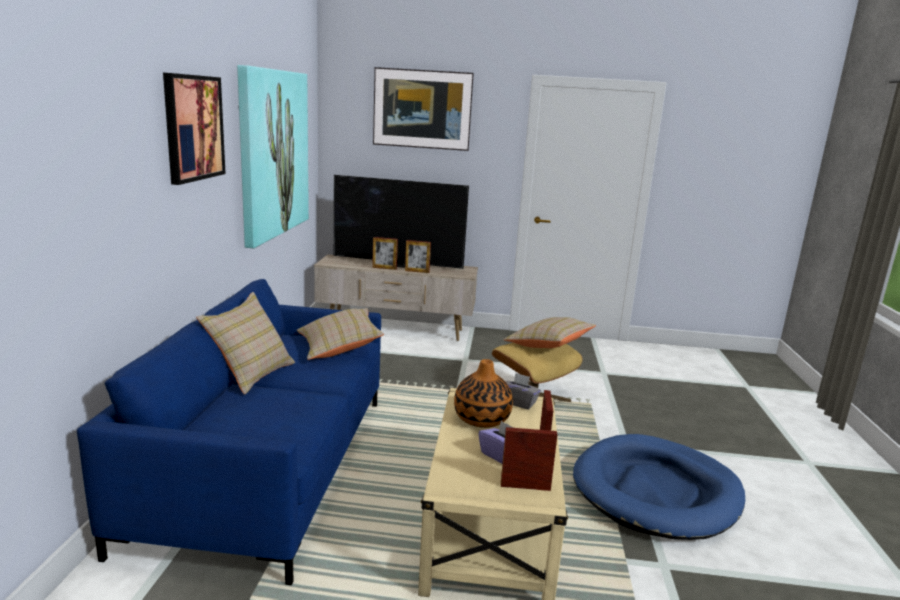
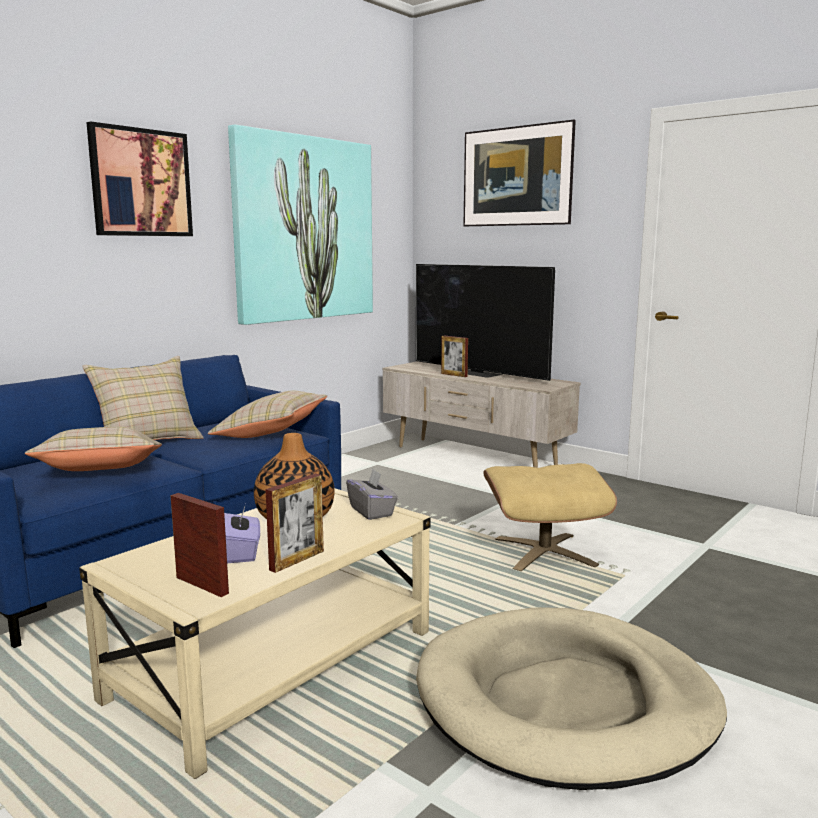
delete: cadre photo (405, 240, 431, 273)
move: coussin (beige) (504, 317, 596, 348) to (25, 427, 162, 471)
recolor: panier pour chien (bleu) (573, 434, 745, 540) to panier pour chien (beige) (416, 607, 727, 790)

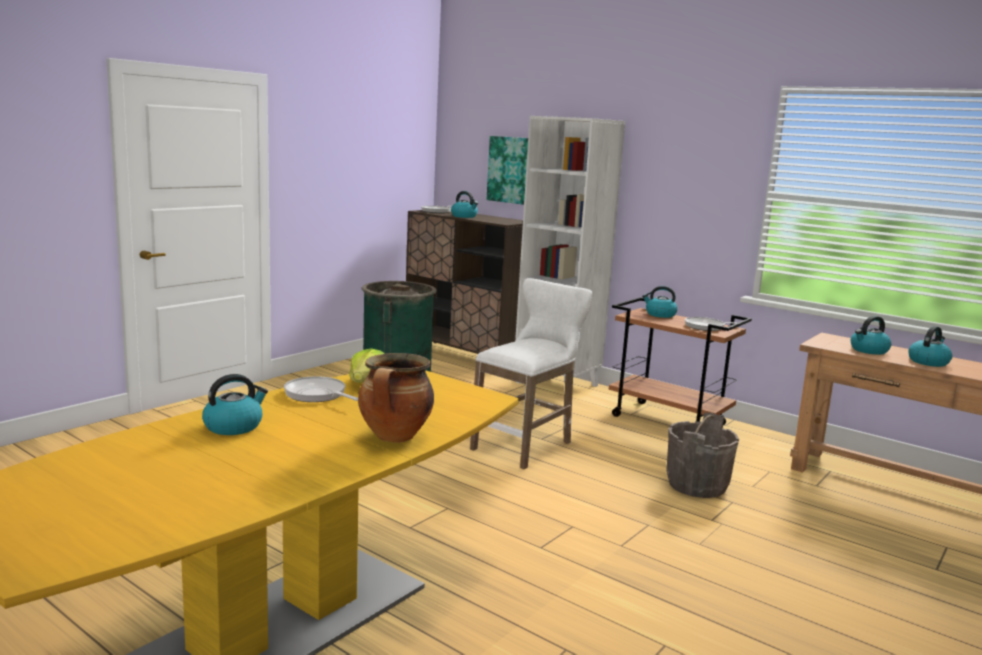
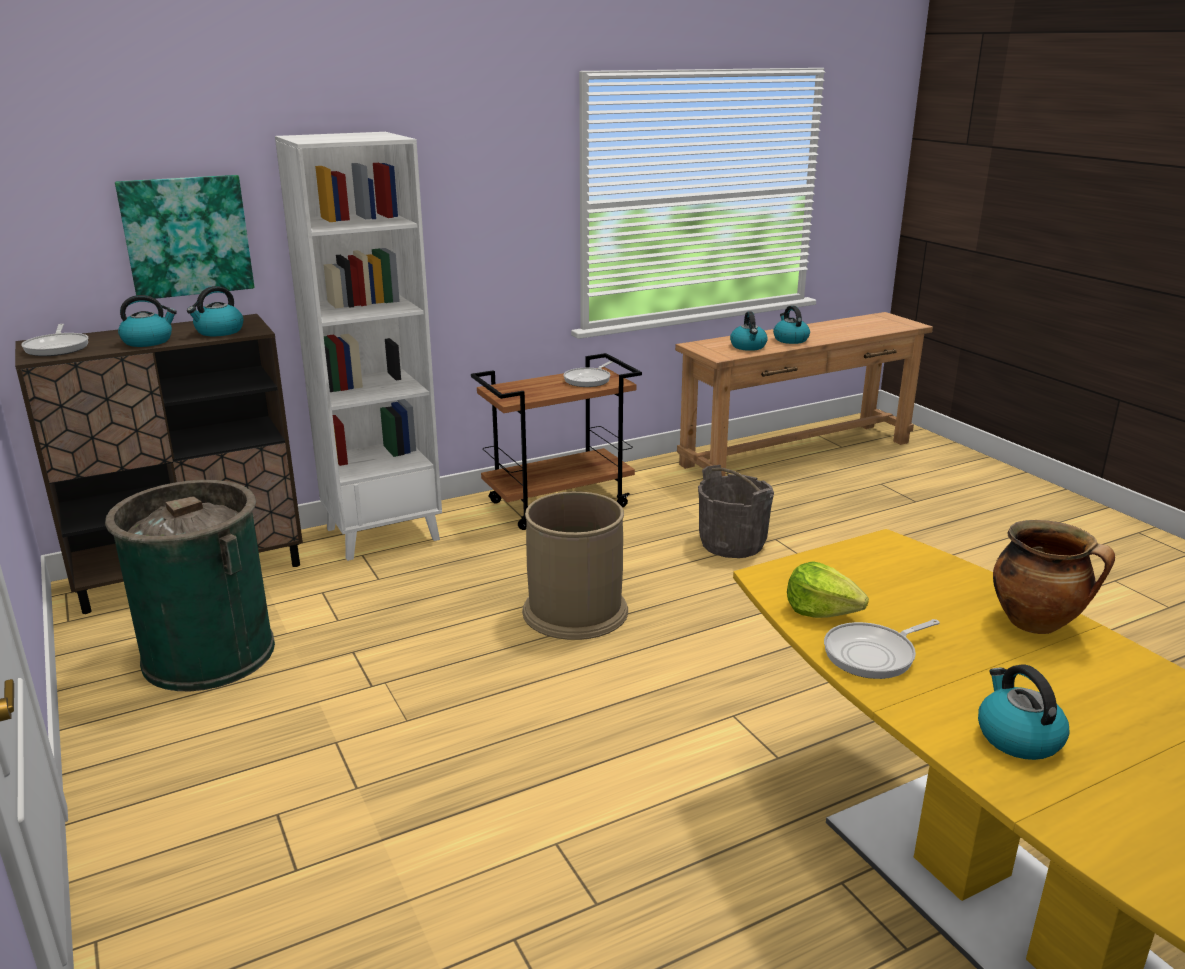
move: bouilloire (642, 286, 678, 318) to (187, 286, 243, 336)
replace: tabouret (blanc) (470, 278, 593, 469) to poubelle (marron) (522, 491, 628, 640)

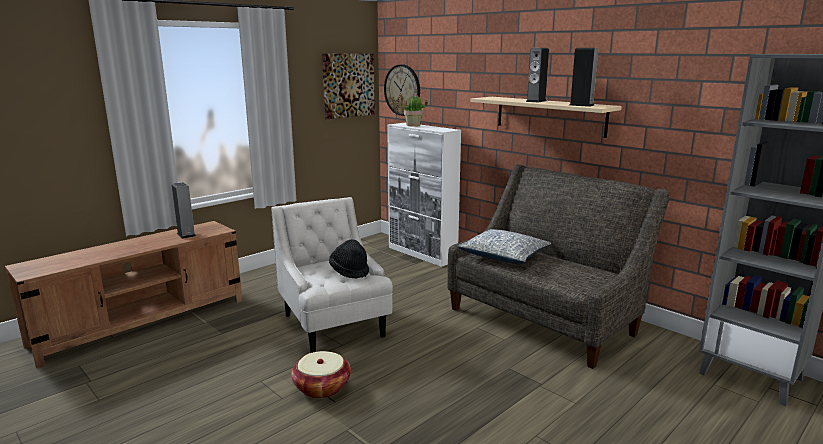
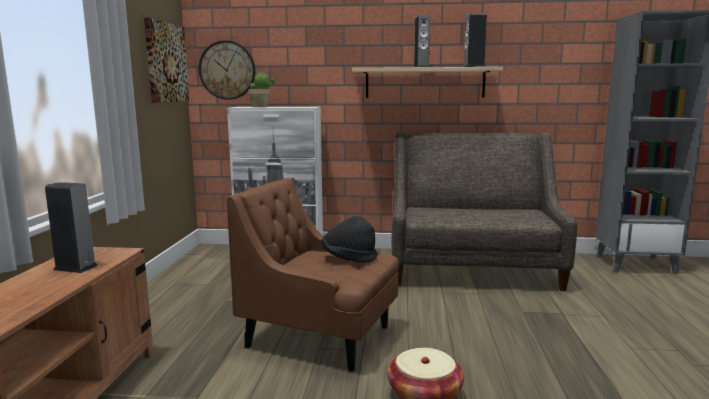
delete: coussin (458, 229, 551, 264)
recolor: fauteuil (blanc) (271, 197, 393, 353) to fauteuil (marron) (227, 178, 399, 372)

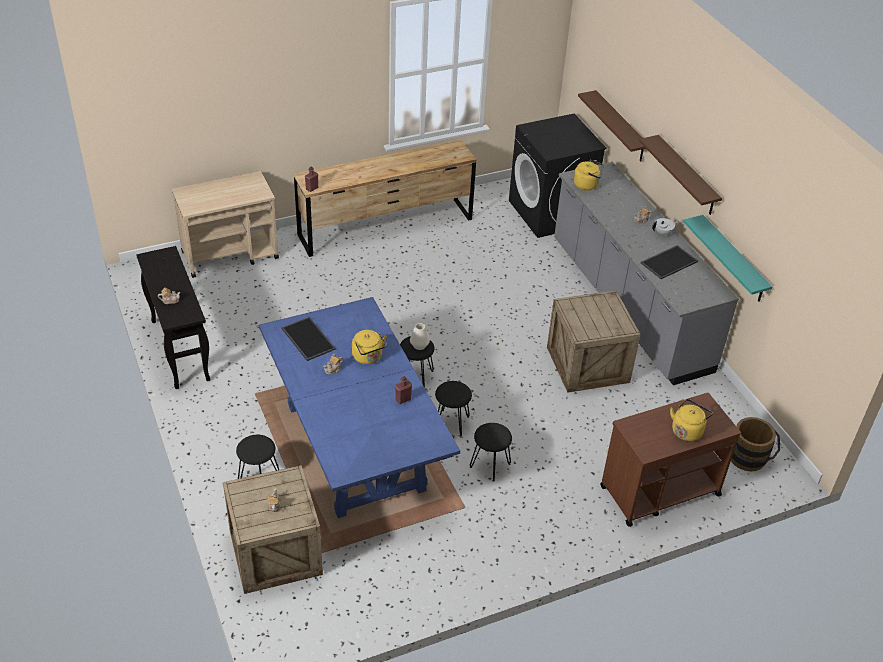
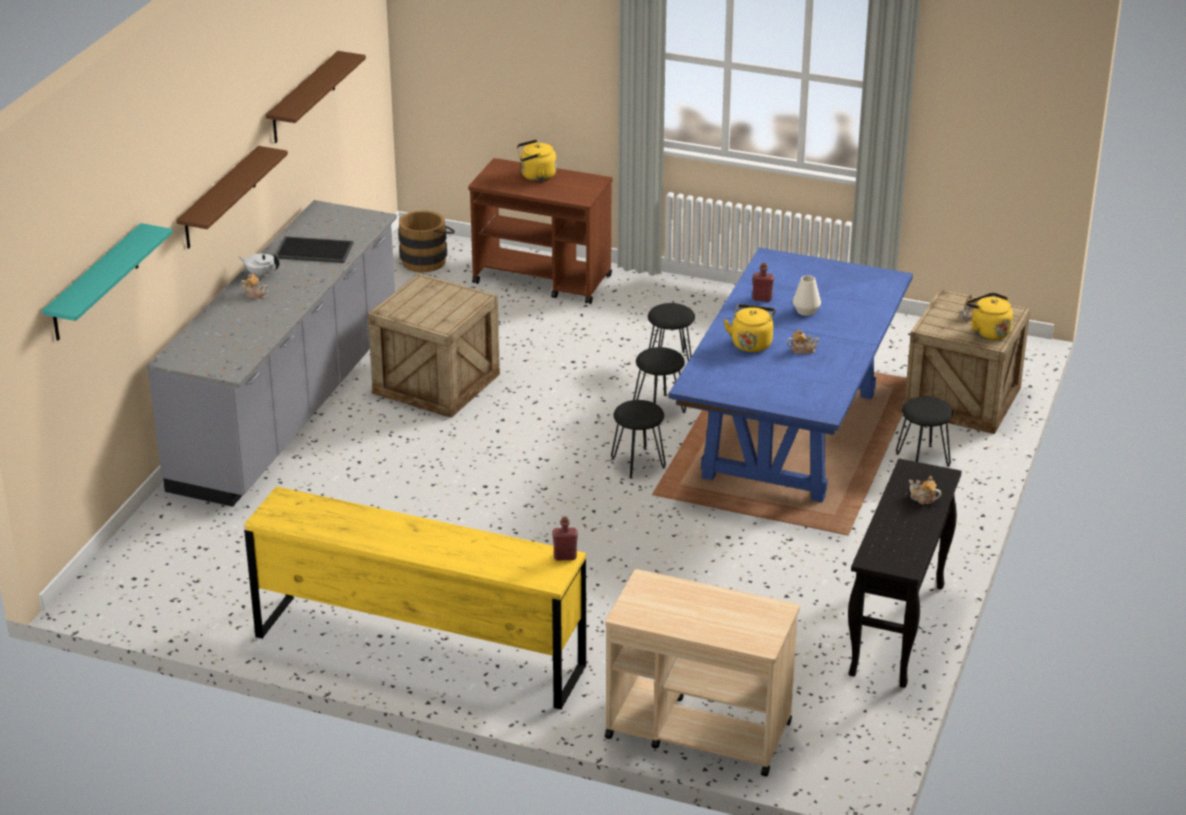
delete: plateau (281, 317, 336, 361); lave-linge (noir) (509, 113, 607, 238)
move: vase (blanc) (410, 323, 430, 350) to (793, 275, 821, 316); bouilloire (jaune) (573, 160, 604, 190) to (966, 293, 1013, 340); étagère (marron) (578, 90, 646, 162) to (266, 51, 366, 143); étagère (turquoise) (683, 215, 773, 302) to (42, 223, 173, 341)
recolor: commode (marron) (294, 140, 476, 257) to commode (jaune) (244, 486, 586, 710)

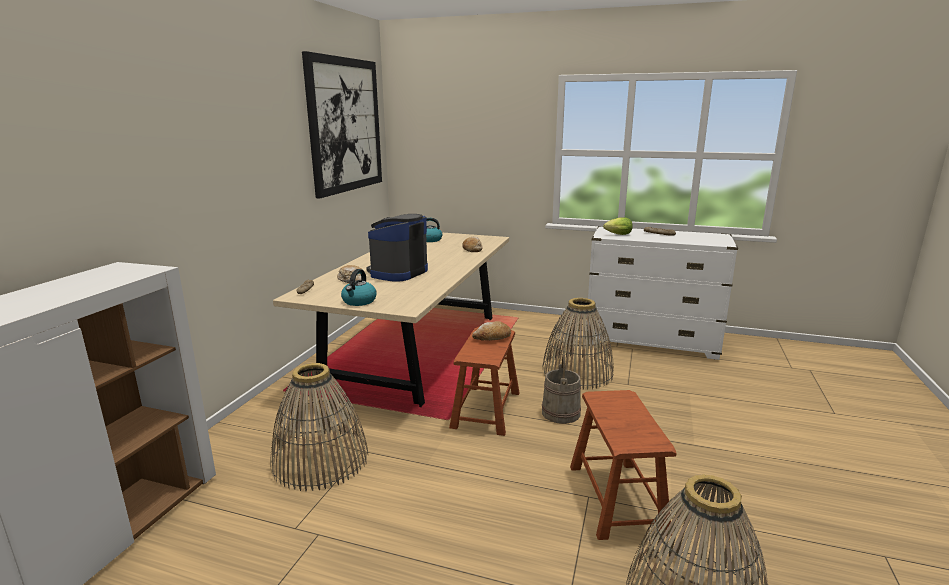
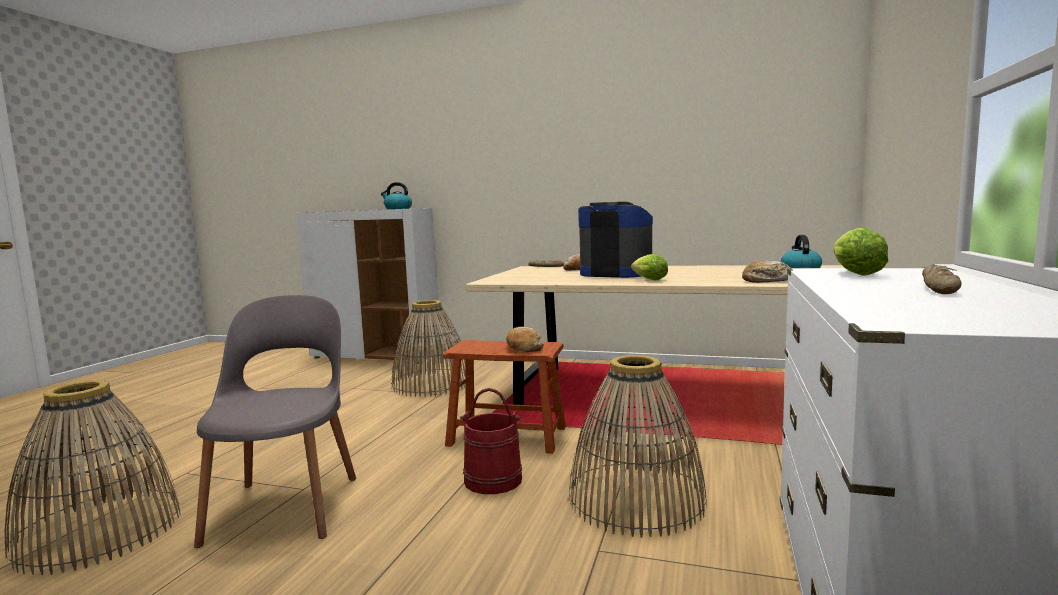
delete: tableau (302, 51, 382, 198)
insert: laitue (631, 254, 668, 280)
move: bouilloire (341, 269, 377, 306) to (381, 182, 412, 209)
replace: tabouret (marron) (570, 390, 677, 540) to chaise (gris) (194, 295, 356, 548)
recolor: seau (beige) (542, 355, 581, 424) to seau (rouge) (460, 388, 522, 494)

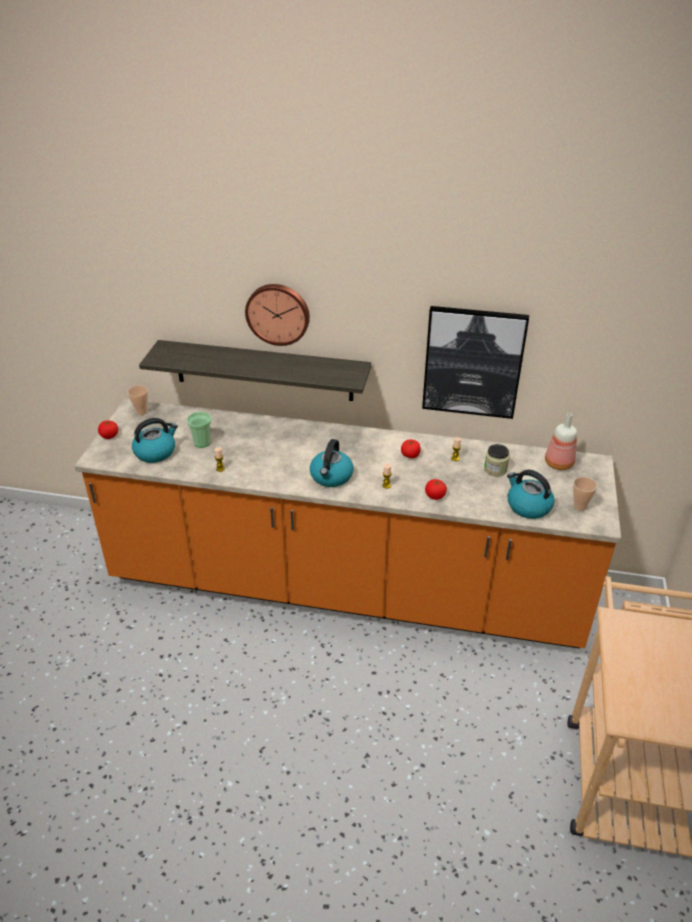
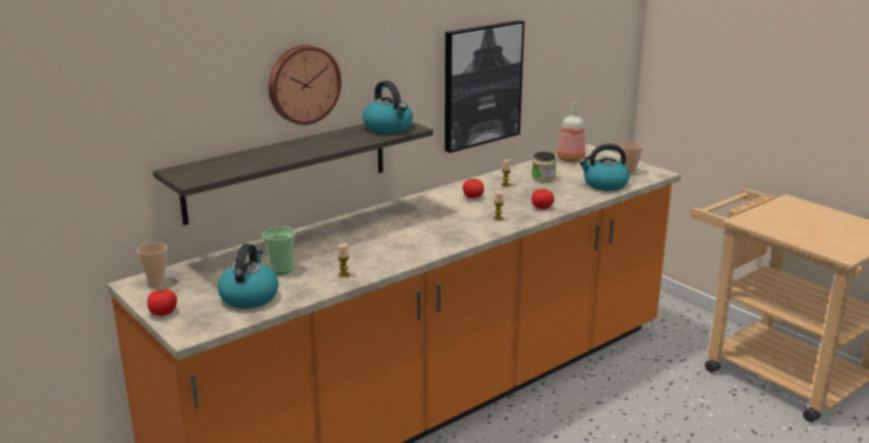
move: bouilloire (310, 439, 354, 487) to (363, 81, 413, 134)

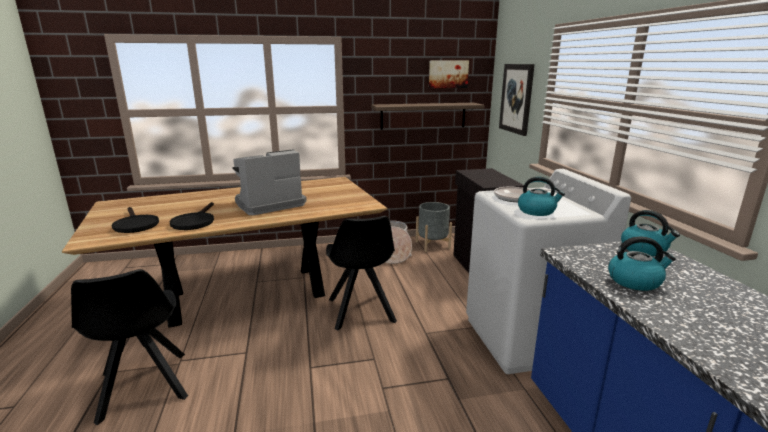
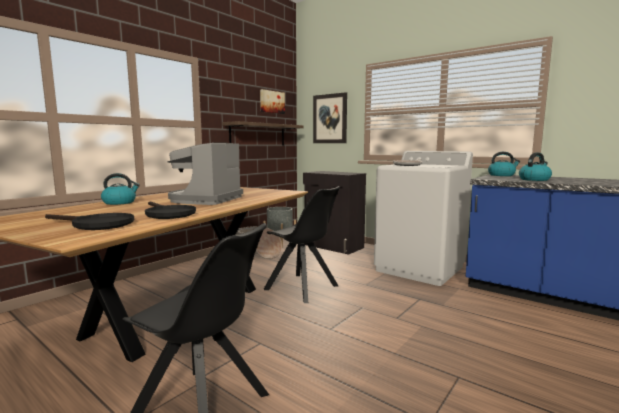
move: bouilloire (518, 177, 565, 216) to (101, 173, 140, 205)

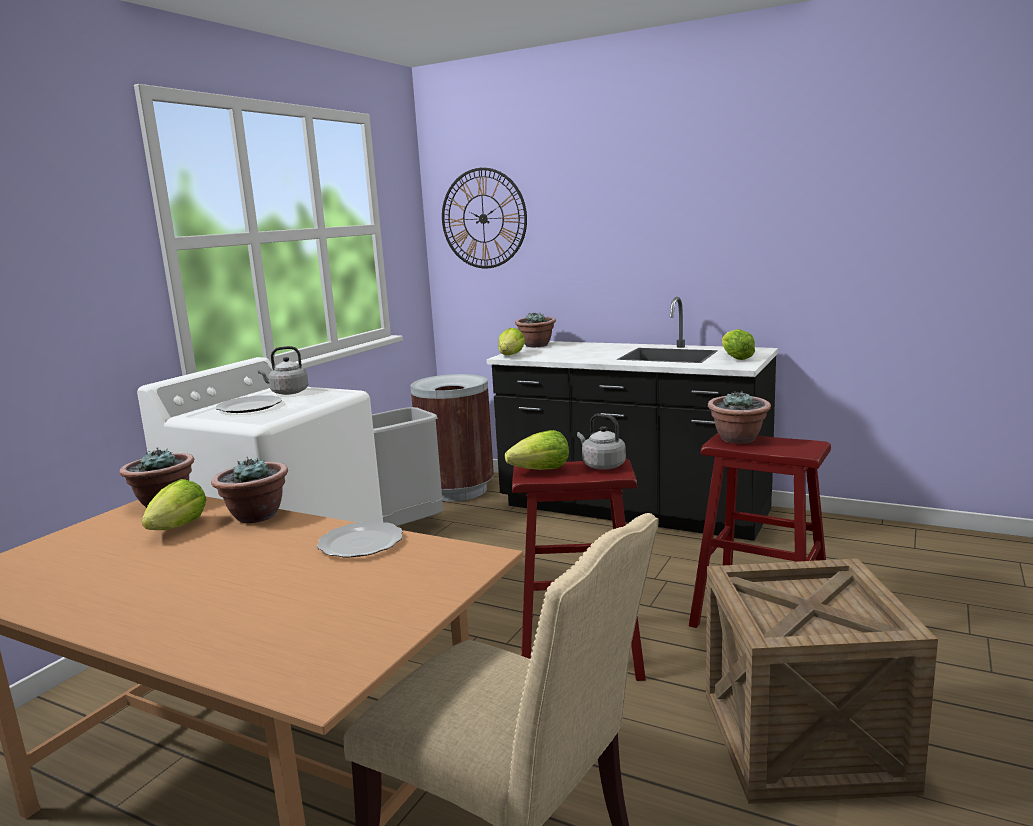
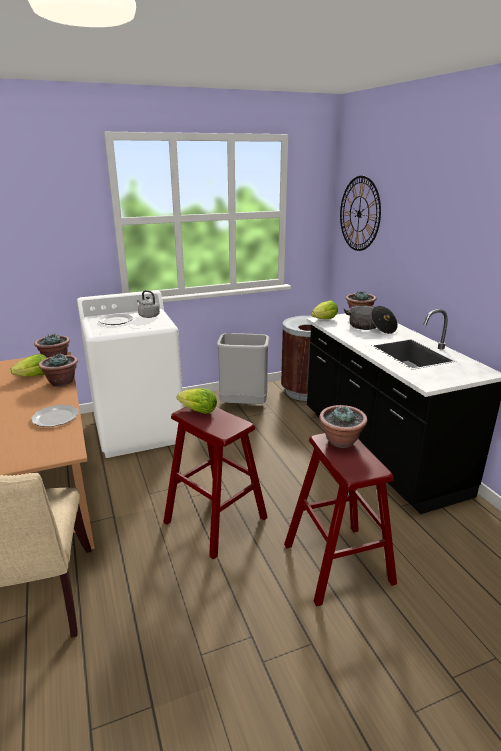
delete: bouilloire (gris) (577, 414, 626, 470); caisse (706, 558, 938, 804); laitue (722, 329, 755, 360)
insert: marmite (343, 305, 398, 334)

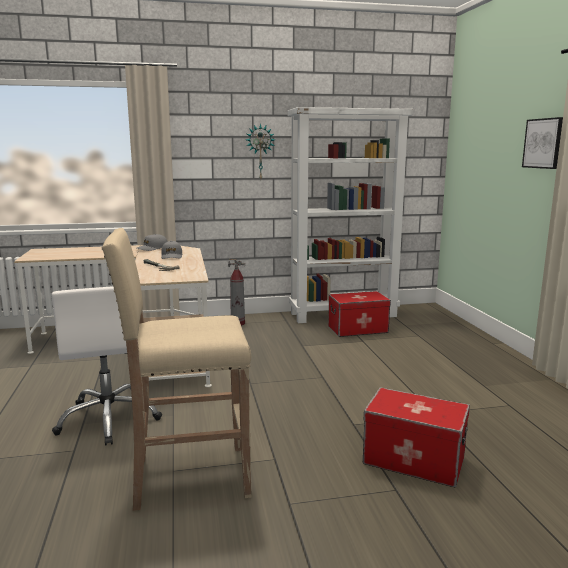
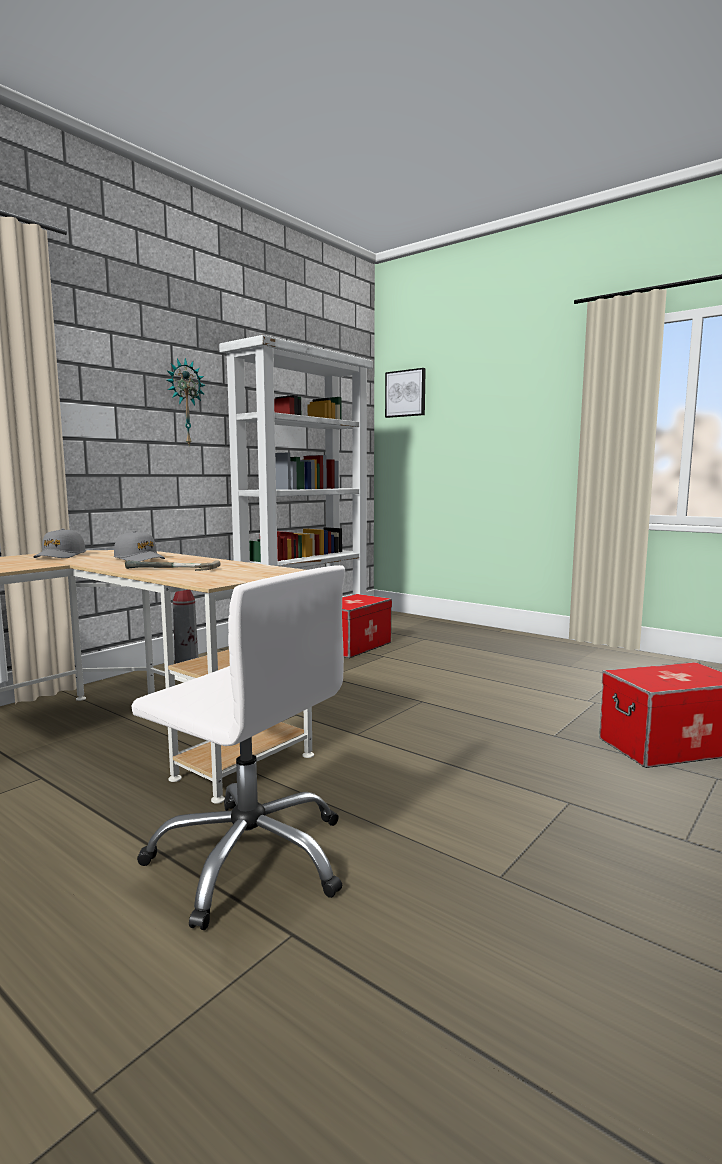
delete: tabouret (beige) (102, 228, 251, 511)
move: tableau (522, 117, 563, 169) to (385, 368, 426, 418)

